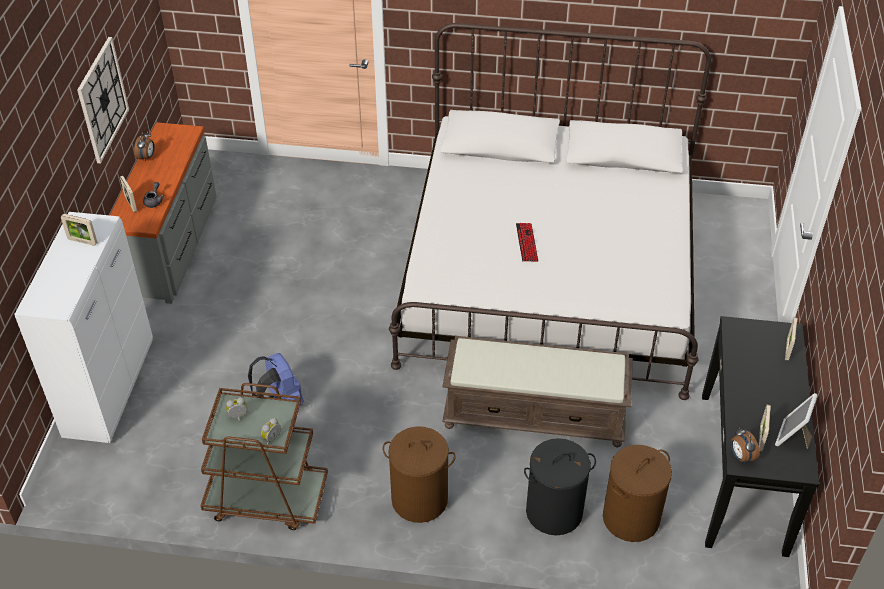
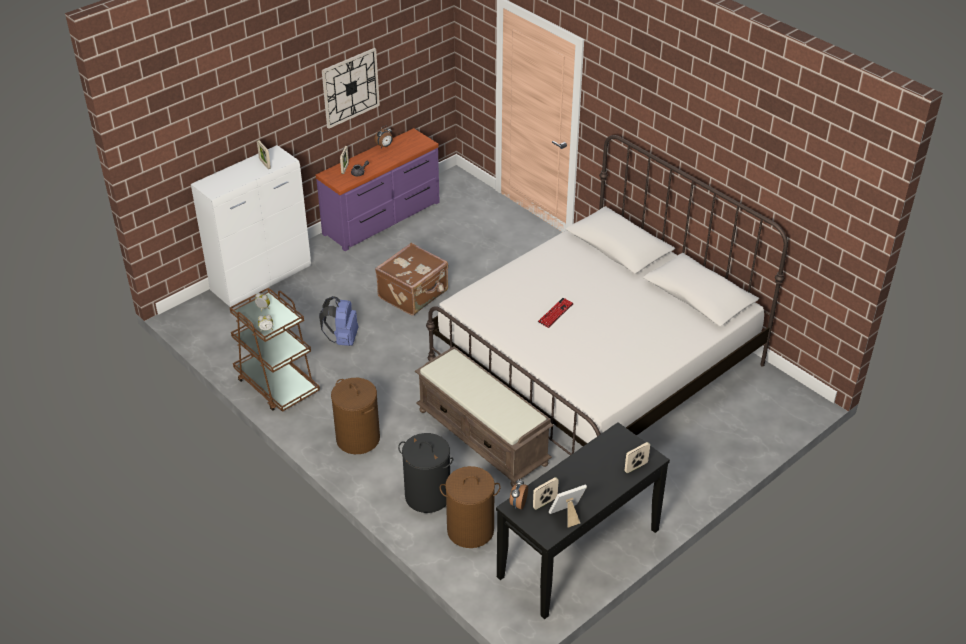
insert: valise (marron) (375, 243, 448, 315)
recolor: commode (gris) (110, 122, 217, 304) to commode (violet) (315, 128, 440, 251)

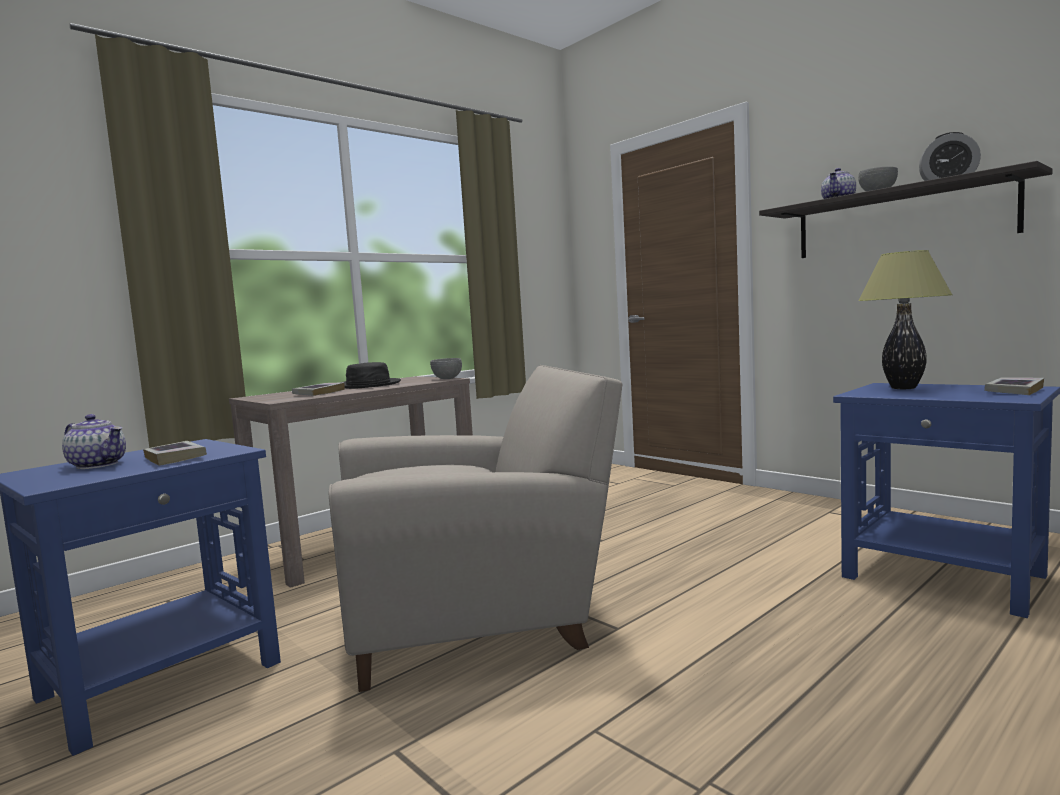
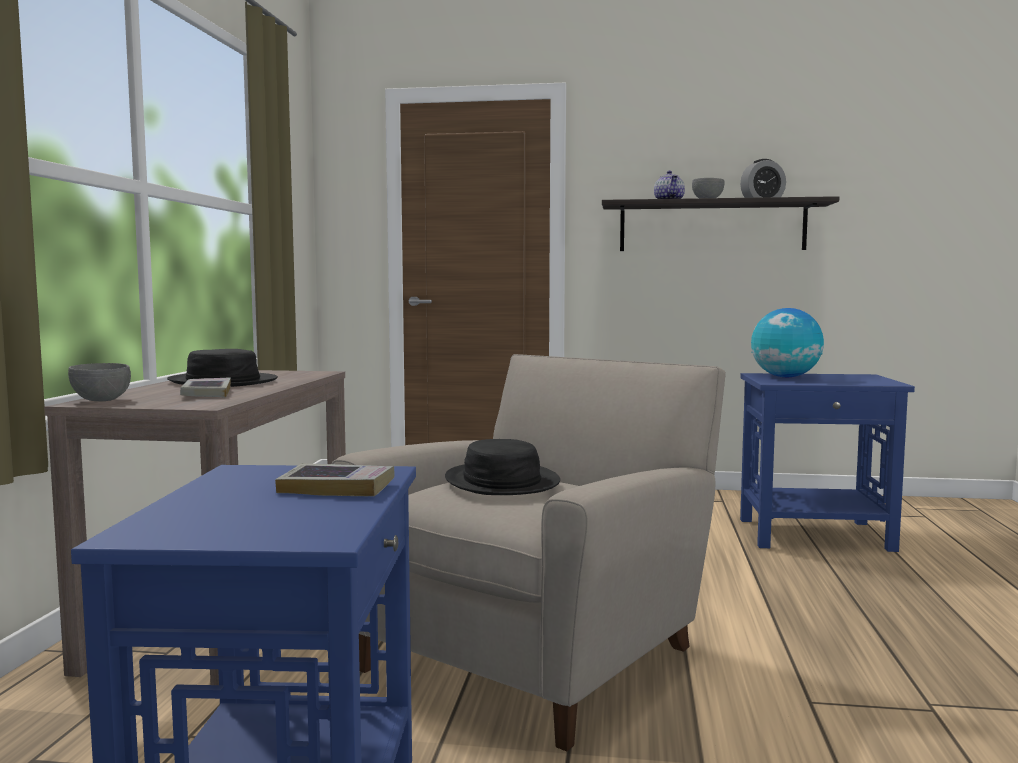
delete: théière (62, 414, 126, 469); livre (984, 377, 1044, 395)
insert: chapeau (noir) (445, 439, 560, 495)
move: bol (gris) (430, 358, 462, 379) to (68, 363, 131, 401)
replace: lampe de table (858, 250, 953, 389) to globe (751, 308, 824, 377)

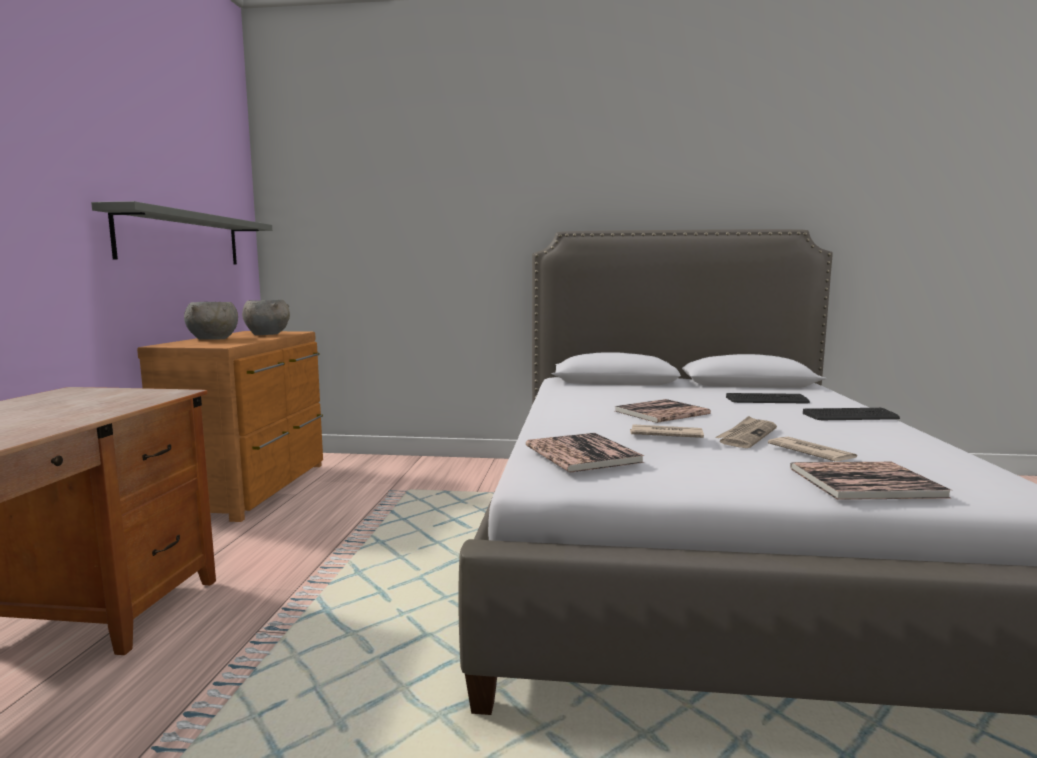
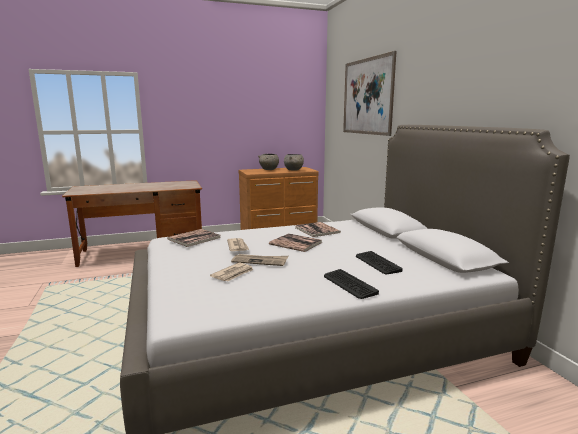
delete: étagère (gris) (91, 201, 272, 264)
insert: tableau (343, 51, 397, 136)
move: livre (790, 462, 952, 500) to (295, 222, 341, 237)

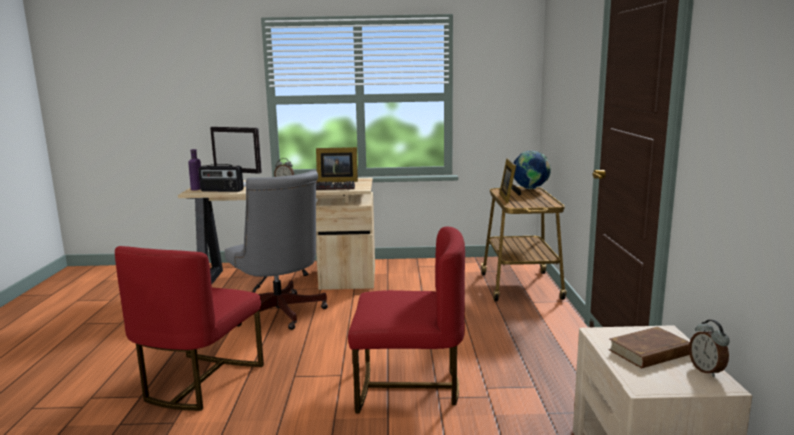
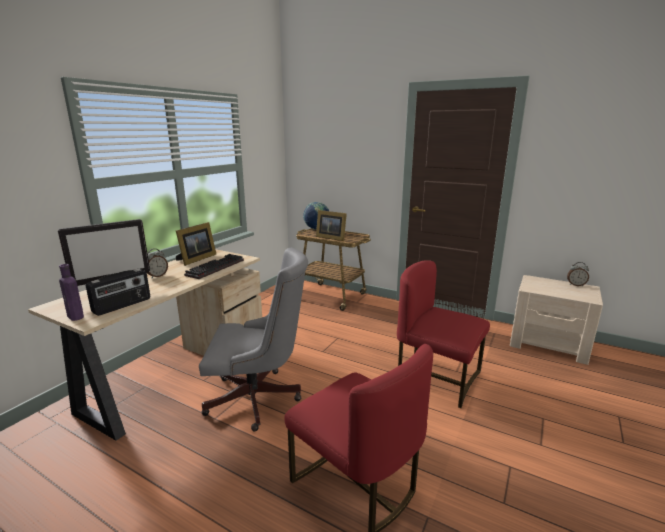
delete: livre (marron) (608, 327, 690, 368)
rotate: chaise (rouge) (348, 227, 465, 413) = (397, 260, 490, 408) 90 degrees counterclockwise

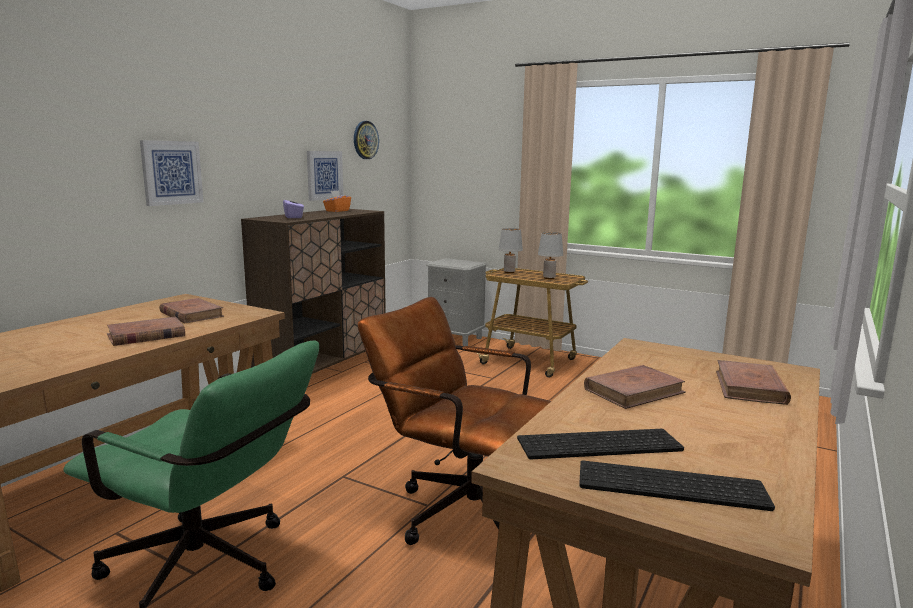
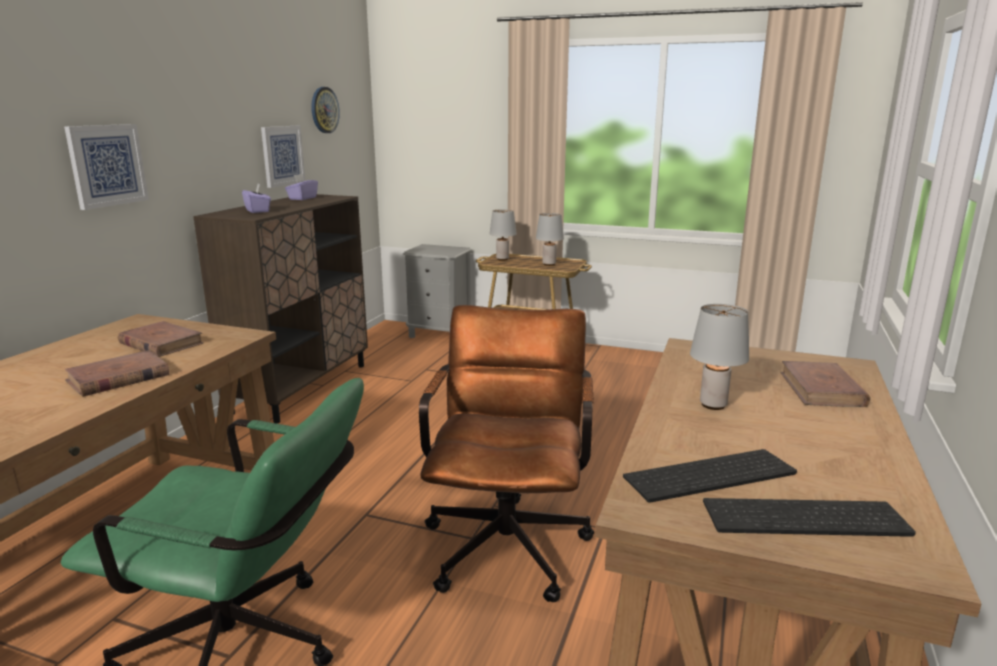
replace: livre (marron) (584, 365, 686, 409) to lampe de table (gris) (690, 304, 749, 410)
recolor: boîte à mouchoirs (orange) (323, 190, 351, 212) to boîte à mouchoirs (violet) (285, 174, 318, 200)
rotate: chaise de bureau (marron) (358, 297, 551, 545) = (419, 305, 595, 602) 75 degrees clockwise

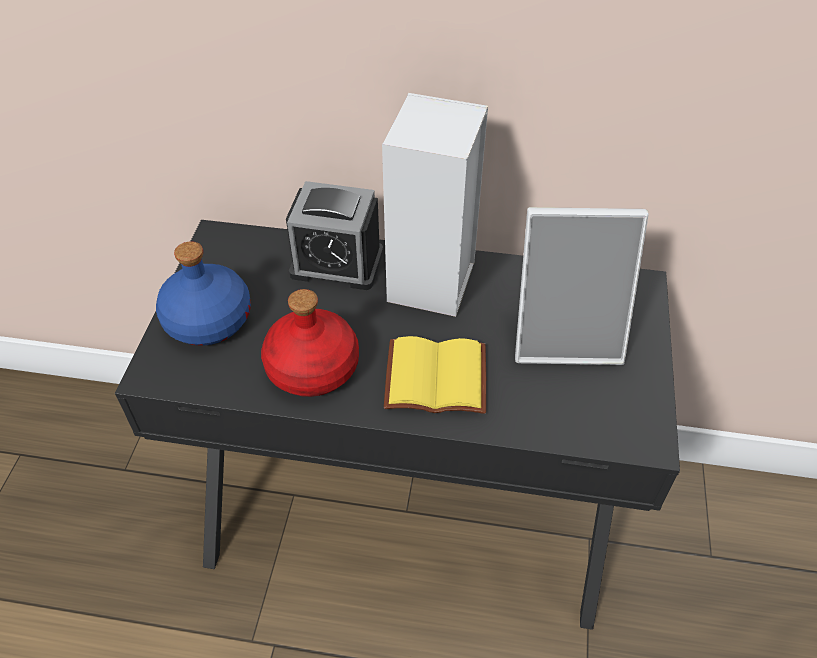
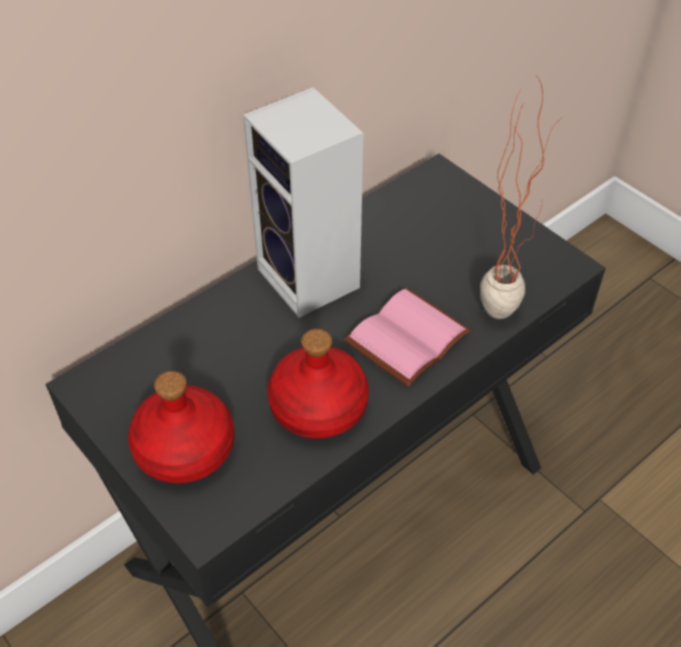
delete: réveil (286, 181, 383, 290); cadre photo (515, 207, 649, 365)
insert: plante en pot (480, 77, 563, 319)
recolor: bouteille (bleu) (156, 241, 251, 346) to bouteille (rouge) (128, 371, 234, 483); livre (jaune) (384, 336, 486, 414) to livre (rose) (344, 288, 471, 386)

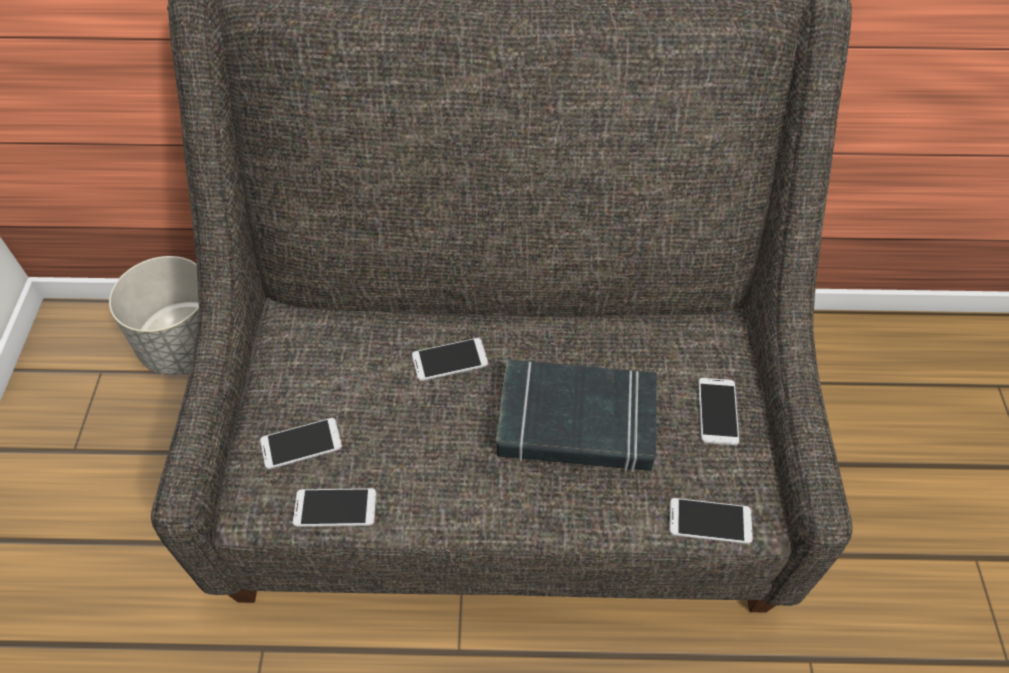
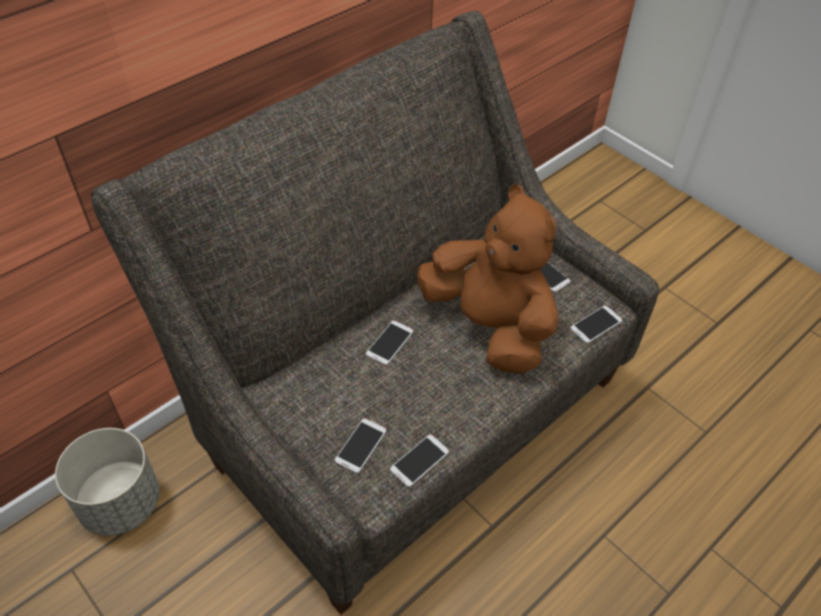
replace: livre (noir) (496, 359, 657, 473) to peluche (marron) (417, 184, 558, 373)

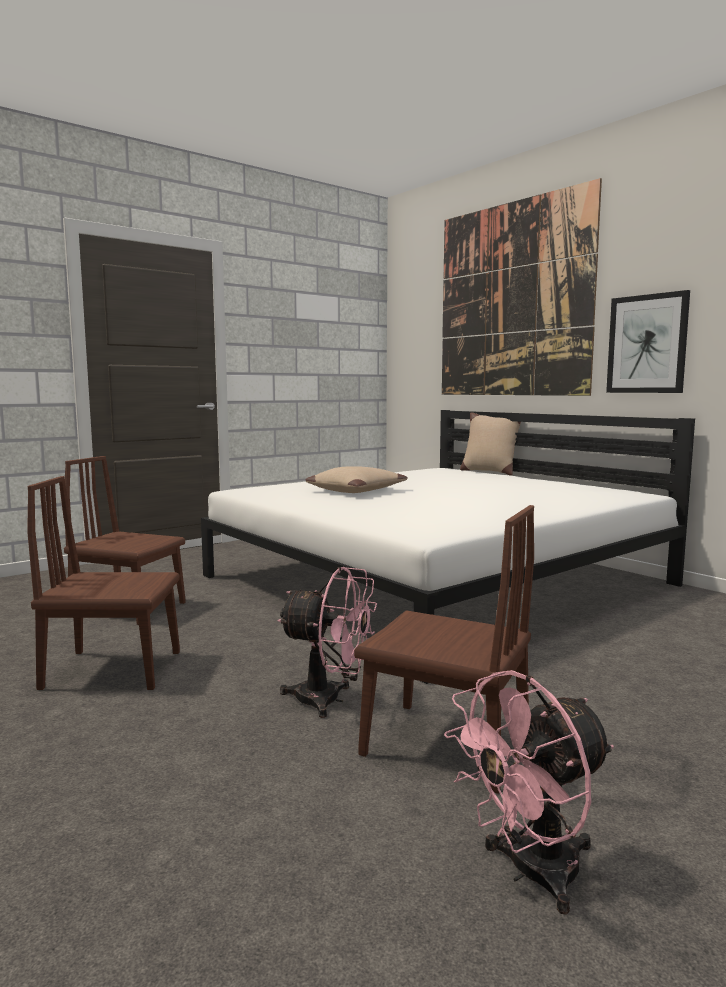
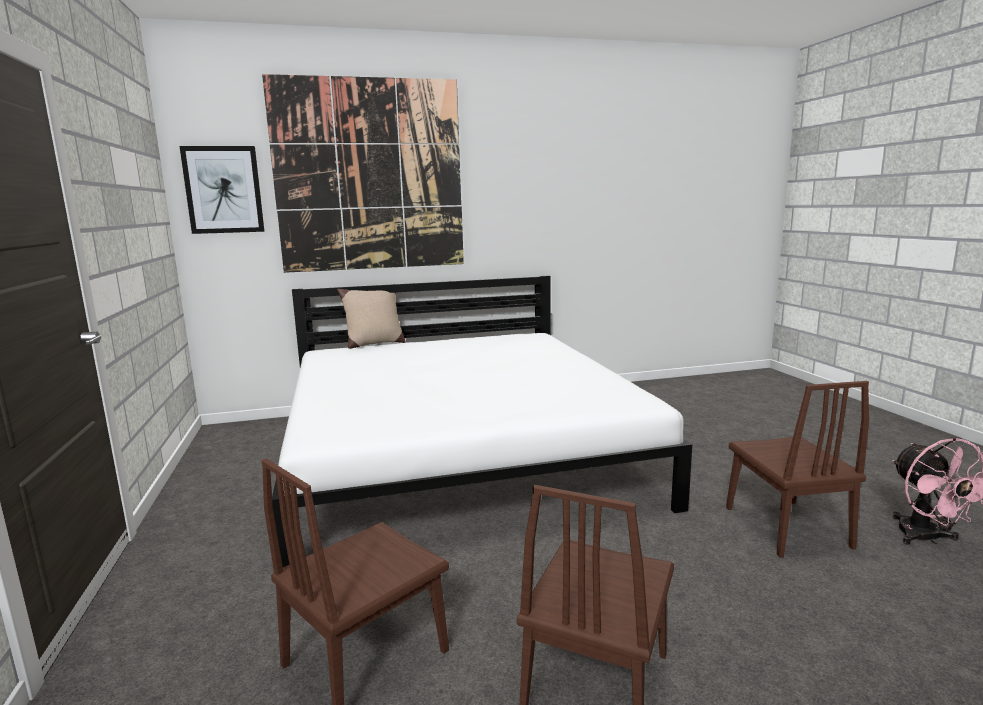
delete: ventilateur (rose) (277, 567, 377, 718); coussin (beige) (305, 466, 408, 493)
move: tableau (606, 290, 690, 393) to (179, 146, 264, 234)
rotate: chaise (marron) (354, 505, 534, 794) = (726, 381, 869, 558) 120 degrees clockwise

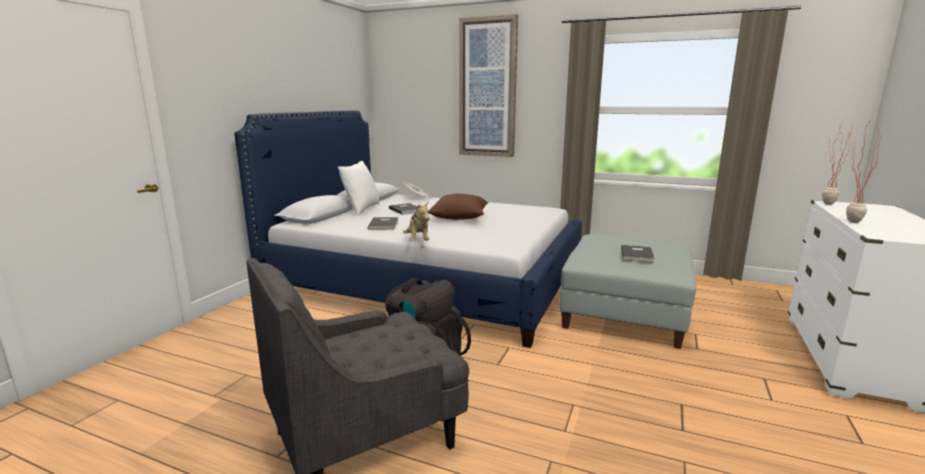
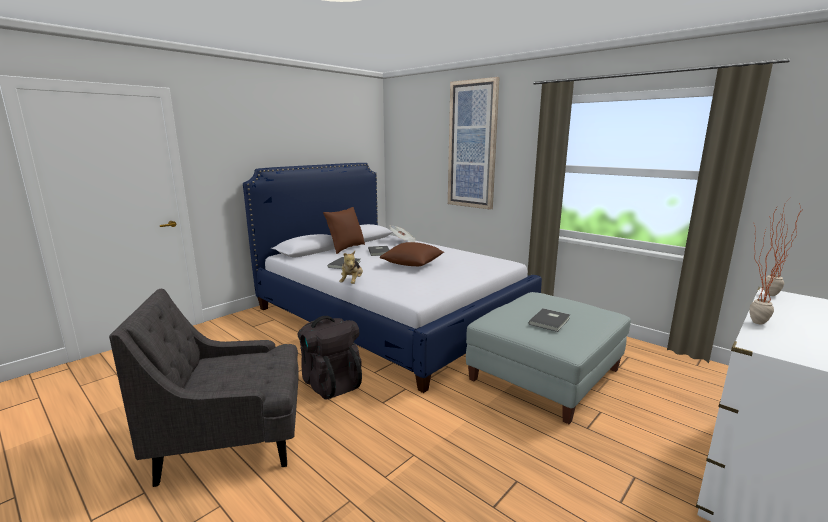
recolor: coussin (blanc) (338, 161, 379, 216) to coussin (marron) (323, 207, 365, 254)

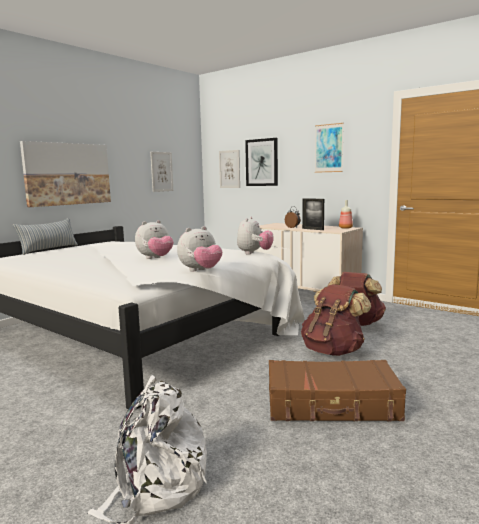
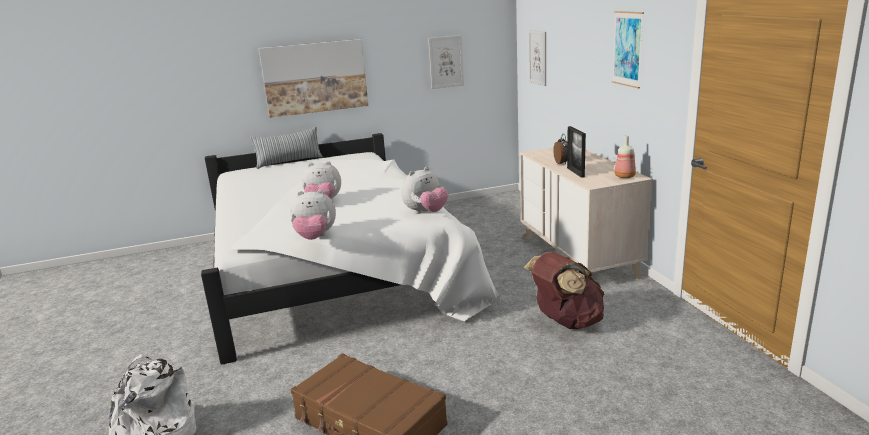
delete: tableau (245, 138, 278, 186); sac à dos (marron) (301, 284, 371, 356)

